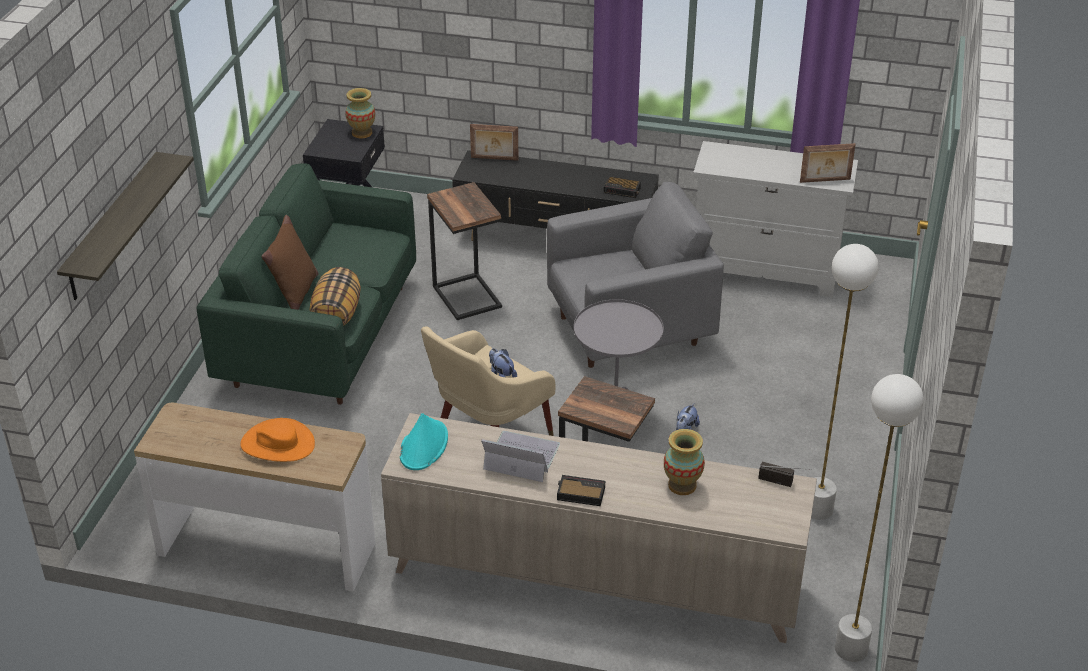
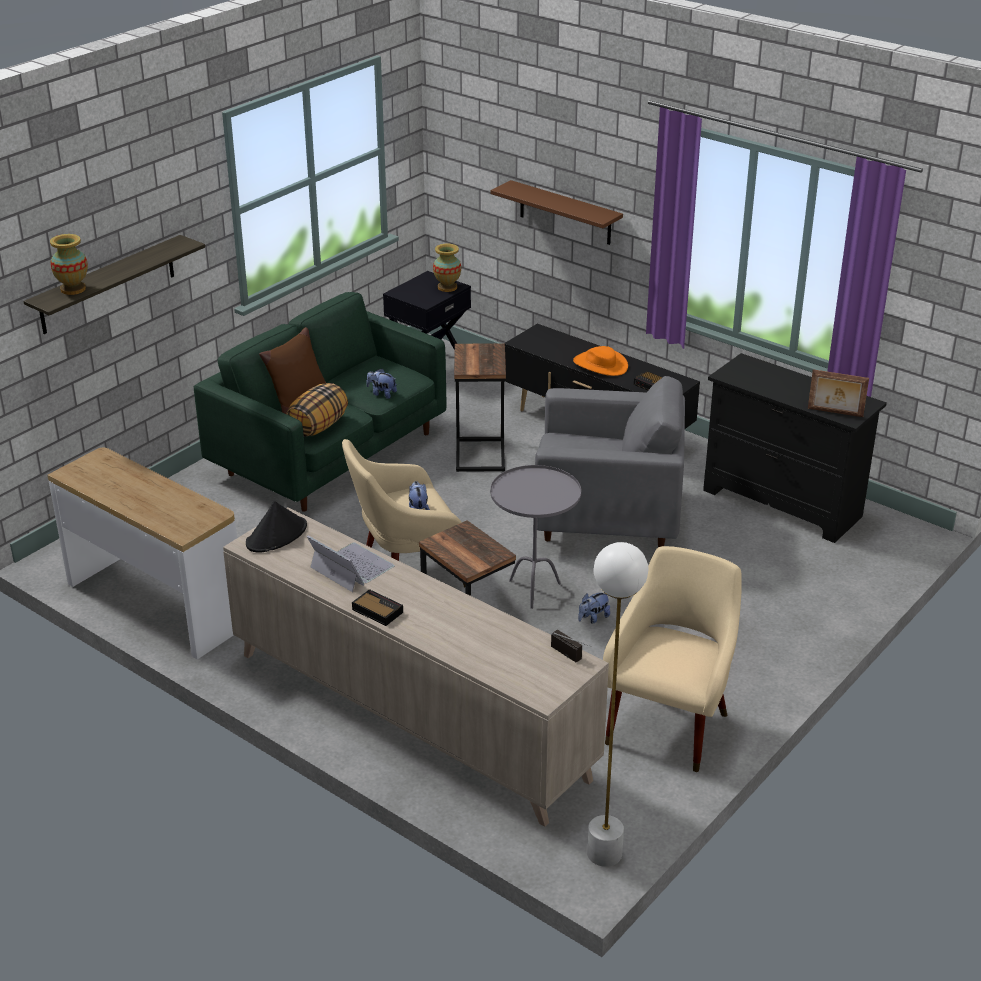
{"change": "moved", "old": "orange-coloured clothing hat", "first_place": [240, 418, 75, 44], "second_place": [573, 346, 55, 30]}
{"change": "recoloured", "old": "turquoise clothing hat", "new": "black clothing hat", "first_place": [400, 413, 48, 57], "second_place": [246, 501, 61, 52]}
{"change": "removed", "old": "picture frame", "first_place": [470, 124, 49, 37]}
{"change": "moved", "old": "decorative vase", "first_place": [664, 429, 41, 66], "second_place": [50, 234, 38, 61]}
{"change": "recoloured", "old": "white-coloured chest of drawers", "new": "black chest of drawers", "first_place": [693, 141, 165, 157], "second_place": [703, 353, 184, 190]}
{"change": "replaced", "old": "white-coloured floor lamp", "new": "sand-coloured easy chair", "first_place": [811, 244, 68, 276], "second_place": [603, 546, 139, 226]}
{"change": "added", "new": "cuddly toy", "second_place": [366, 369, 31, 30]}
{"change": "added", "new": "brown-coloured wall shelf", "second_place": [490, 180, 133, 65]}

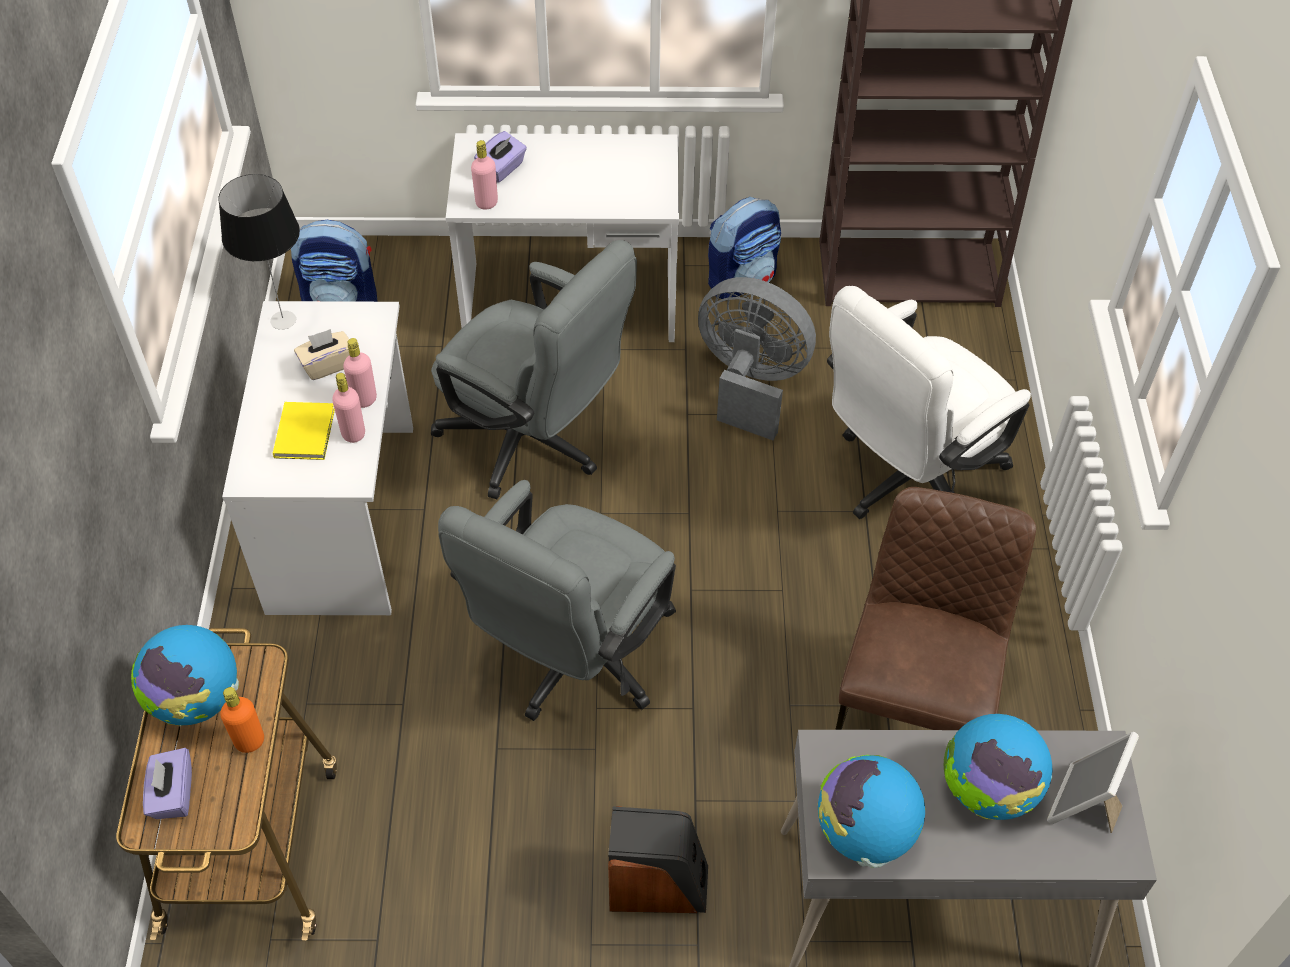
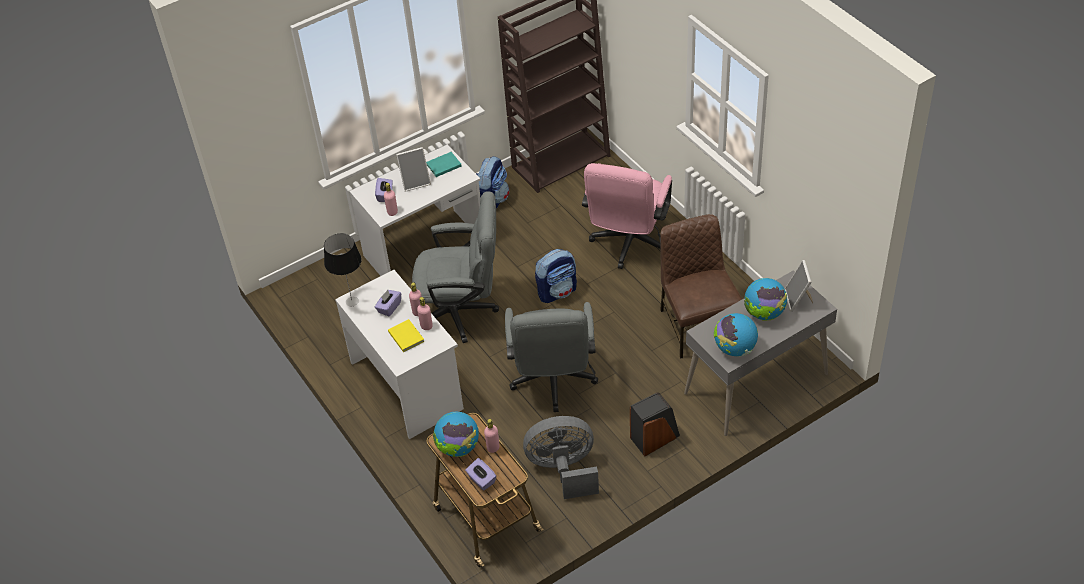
{"change": "recoloured", "old": "orange-coloured beverage bottle", "new": "pink beverage bottle", "first_place": [220, 687, 44, 66], "second_place": [484, 419, 15, 34]}
{"change": "moved", "old": "backpack", "first_place": [291, 220, 86, 82], "second_place": [535, 249, 42, 54]}
{"change": "recoloured", "old": "sand-coloured tissue box", "new": "purple-coloured tissue box", "first_place": [294, 329, 55, 51], "second_place": [375, 290, 26, 27]}
{"change": "moved", "old": "gray fan", "first_place": [698, 277, 118, 164], "second_place": [523, 416, 76, 83]}
{"change": "recoloured", "old": "white-coloured computer chair", "new": "pink computer chair", "first_place": [827, 286, 204, 233], "second_place": [582, 163, 90, 106]}
{"change": "added", "new": "picture frame", "second_place": [396, 147, 35, 45]}
{"change": "added", "new": "turquoise volume", "second_place": [426, 152, 36, 25]}

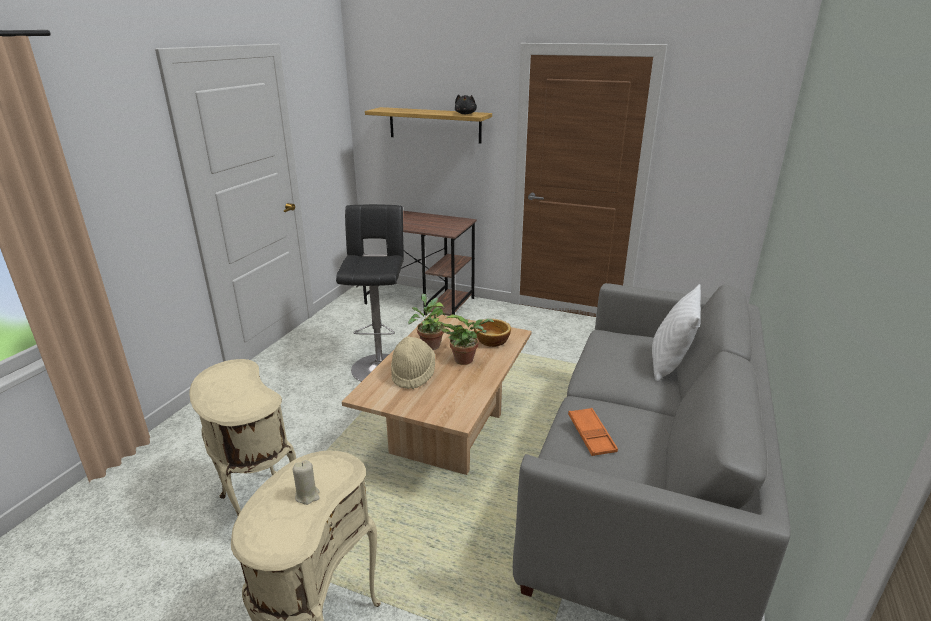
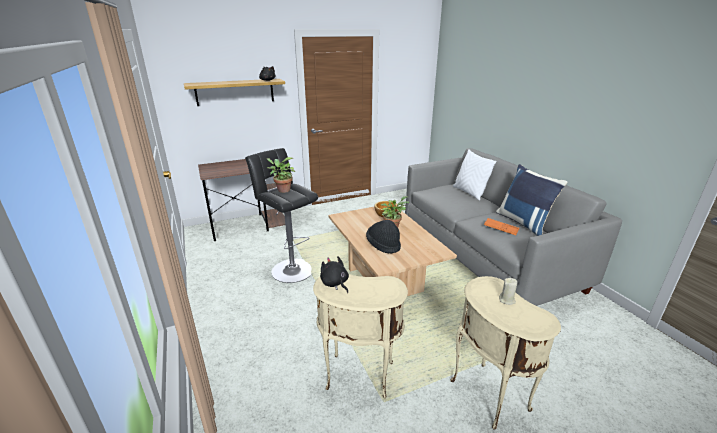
{"change": "recoloured", "old": "sand-coloured clothing hat", "new": "black clothing hat", "first_place": [391, 336, 44, 53], "second_place": [366, 220, 35, 34]}
{"change": "moved", "old": "potted plant", "first_place": [408, 294, 37, 56], "second_place": [266, 157, 29, 36]}
{"change": "added", "new": "black cuddly toy", "second_place": [320, 257, 29, 36]}
{"change": "added", "new": "blue-coloured throw pillow", "second_place": [496, 164, 71, 72]}

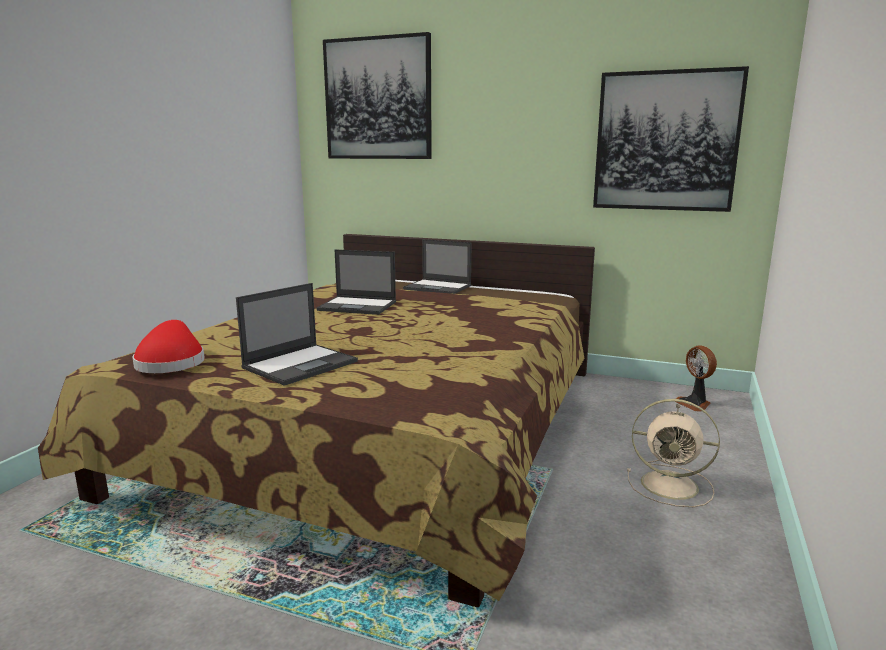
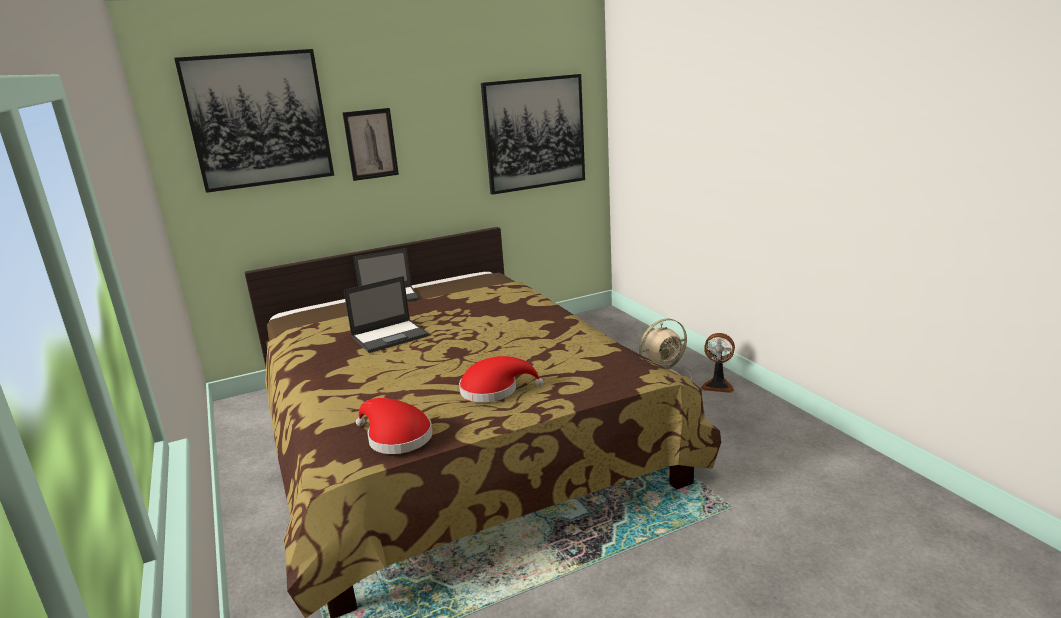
{"change": "replaced", "old": "portable computer", "new": "red clothing hat", "first_place": [236, 283, 122, 103], "second_place": [459, 356, 84, 47]}
{"change": "moved", "old": "fan", "first_place": [676, 345, 41, 67], "second_place": [701, 333, 34, 60]}
{"change": "added", "new": "wall picture", "second_place": [342, 108, 57, 73]}

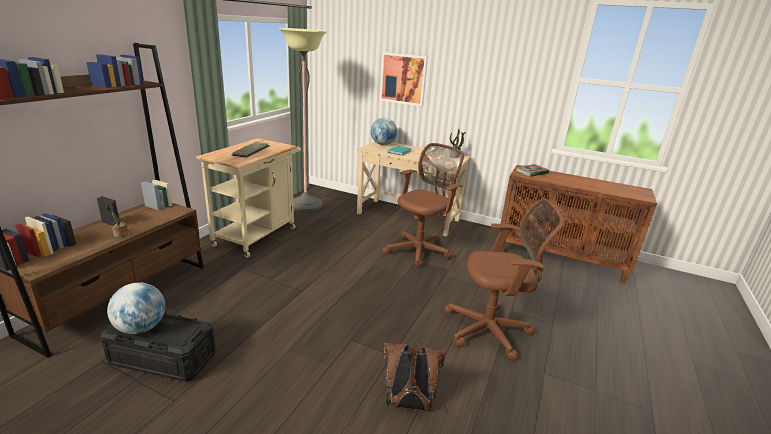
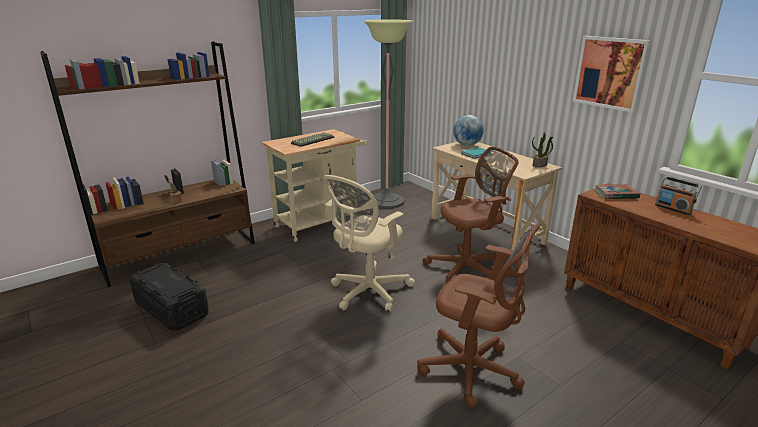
{"change": "removed", "old": "desk globe", "first_place": [107, 282, 58, 52]}
{"change": "moved", "old": "wall picture", "first_place": [380, 52, 48, 54], "second_place": [573, 36, 78, 77]}
{"change": "removed", "old": "brown-coloured backpack", "first_place": [384, 342, 62, 68]}
{"change": "added", "new": "sand-coloured computer chair", "second_place": [323, 175, 92, 137]}
{"change": "added", "new": "radio", "second_place": [655, 176, 47, 39]}

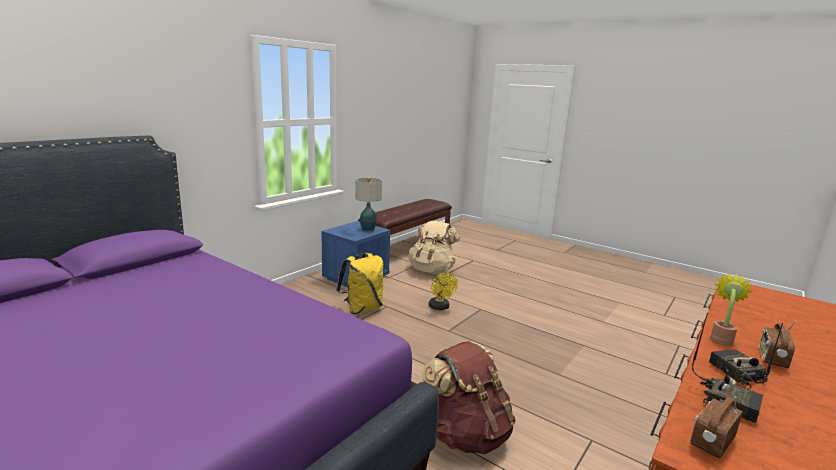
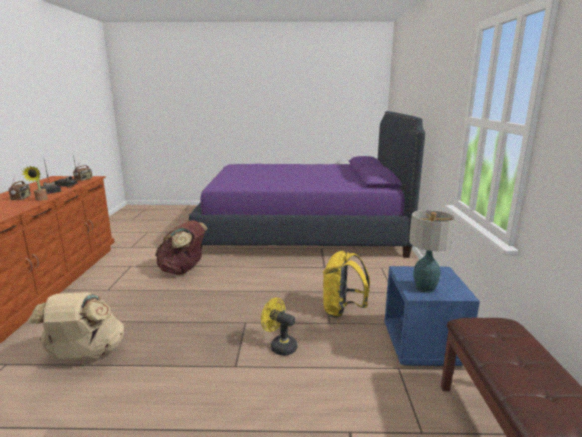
{"change": "moved", "old": "sand-coloured backpack", "first_place": [408, 221, 52, 53], "second_place": [27, 292, 97, 69]}

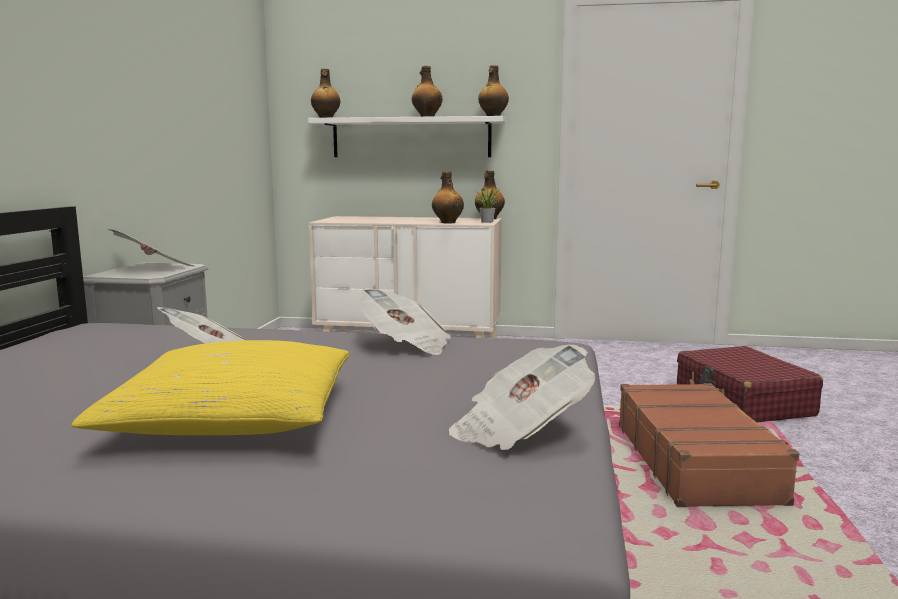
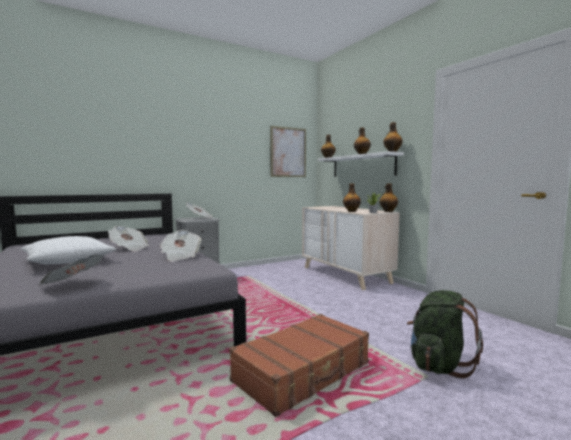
{"change": "recoloured", "old": "yellow-coloured throw pillow", "new": "white-coloured throw pillow", "first_place": [71, 340, 278, 95], "second_place": [21, 236, 95, 28]}
{"change": "replaced", "old": "red piece of luggage", "new": "green backpack", "first_place": [677, 346, 146, 77], "second_place": [407, 290, 76, 88]}
{"change": "added", "new": "wall picture", "second_place": [270, 126, 36, 51]}

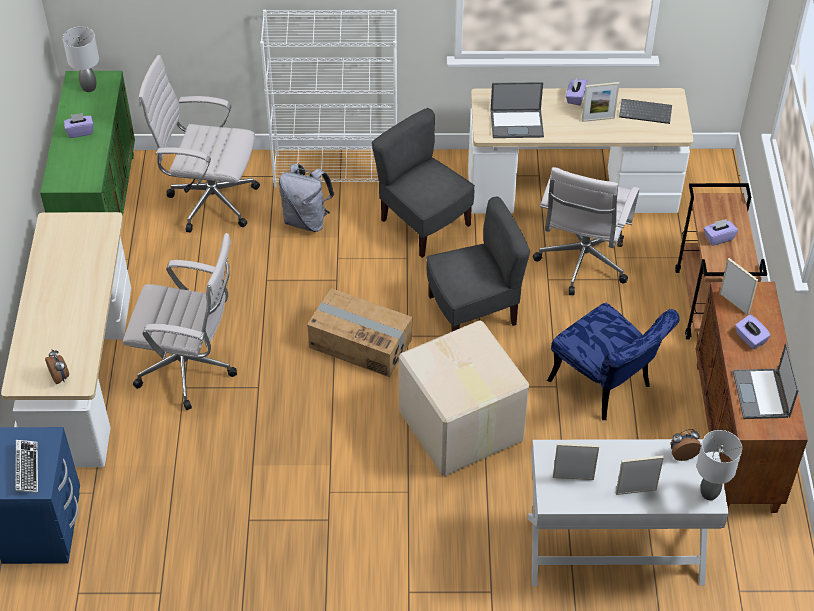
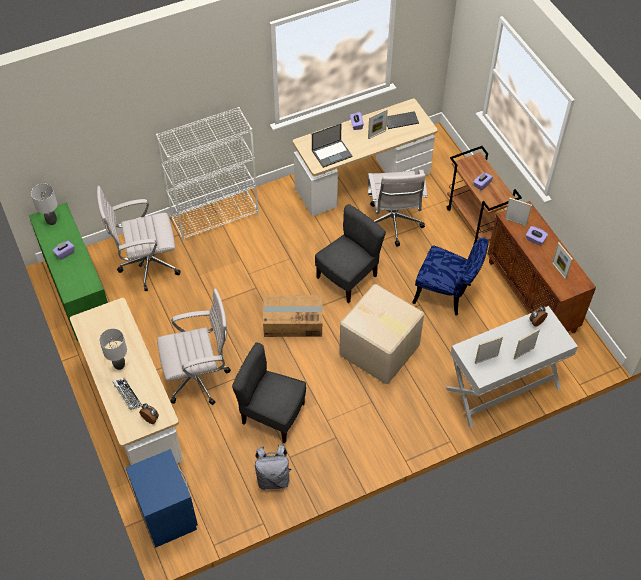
{"change": "moved", "old": "computer keyboard", "first_place": [15, 440, 23, 53], "second_place": [112, 377, 30, 33]}
{"change": "moved", "old": "gray backpack", "first_place": [279, 164, 55, 68], "second_place": [254, 445, 38, 45]}
{"change": "moved", "old": "gray chair", "first_place": [372, 108, 103, 150], "second_place": [232, 342, 74, 101]}
{"change": "moved", "old": "gray table lamp", "first_place": [697, 430, 45, 70], "second_place": [99, 329, 28, 41]}
{"change": "replaced", "old": "portable computer", "new": "picture frame", "first_place": [733, 343, 66, 76], "second_place": [552, 242, 21, 38]}

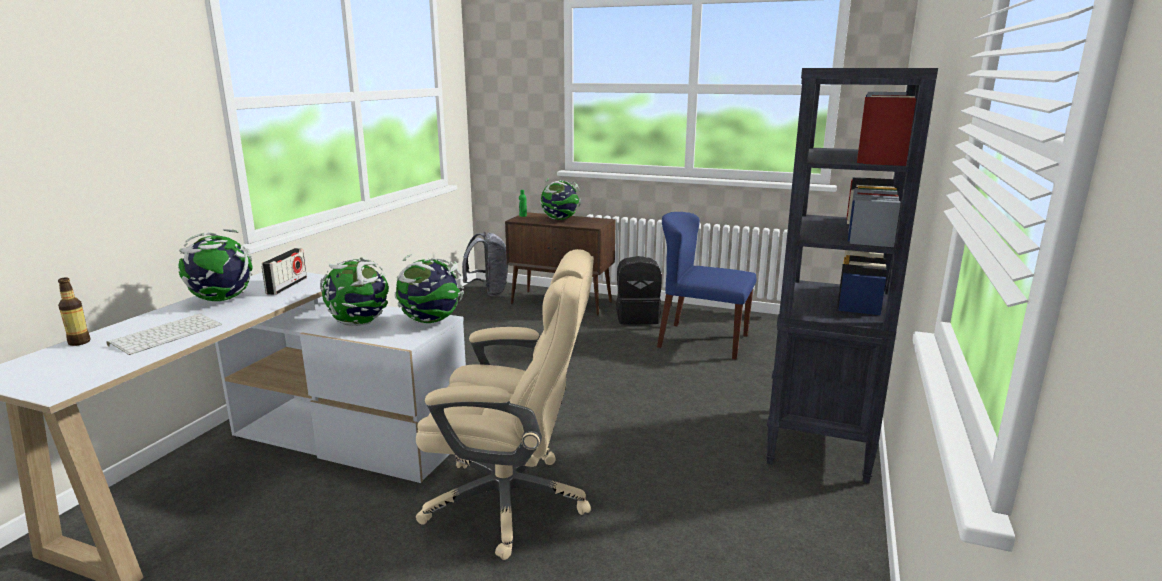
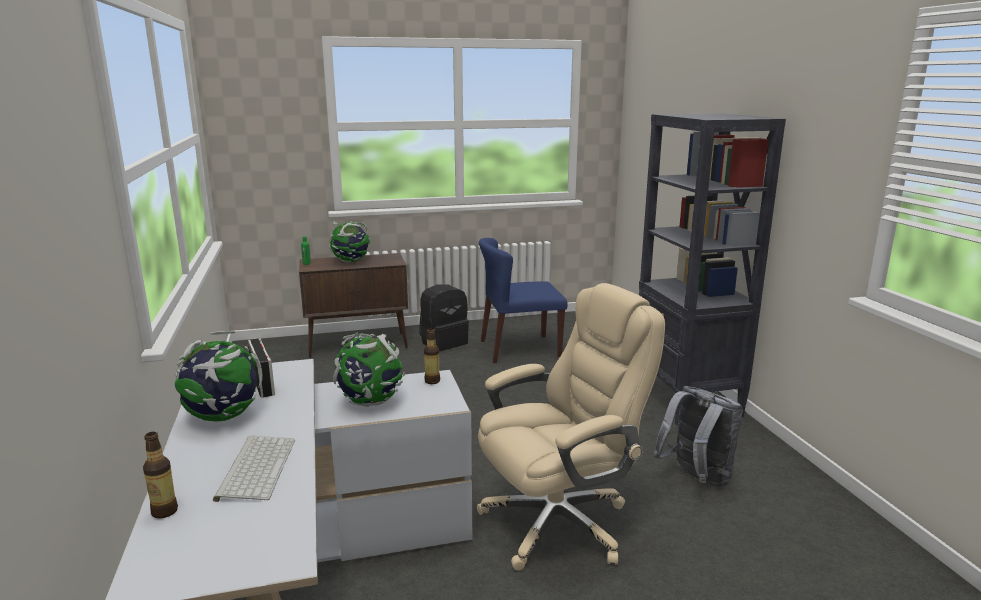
{"change": "replaced", "old": "desk globe", "new": "beverage bottle", "first_place": [394, 254, 70, 69], "second_place": [424, 328, 16, 56]}
{"change": "moved", "old": "gray backpack", "first_place": [462, 232, 46, 64], "second_place": [653, 386, 90, 101]}

